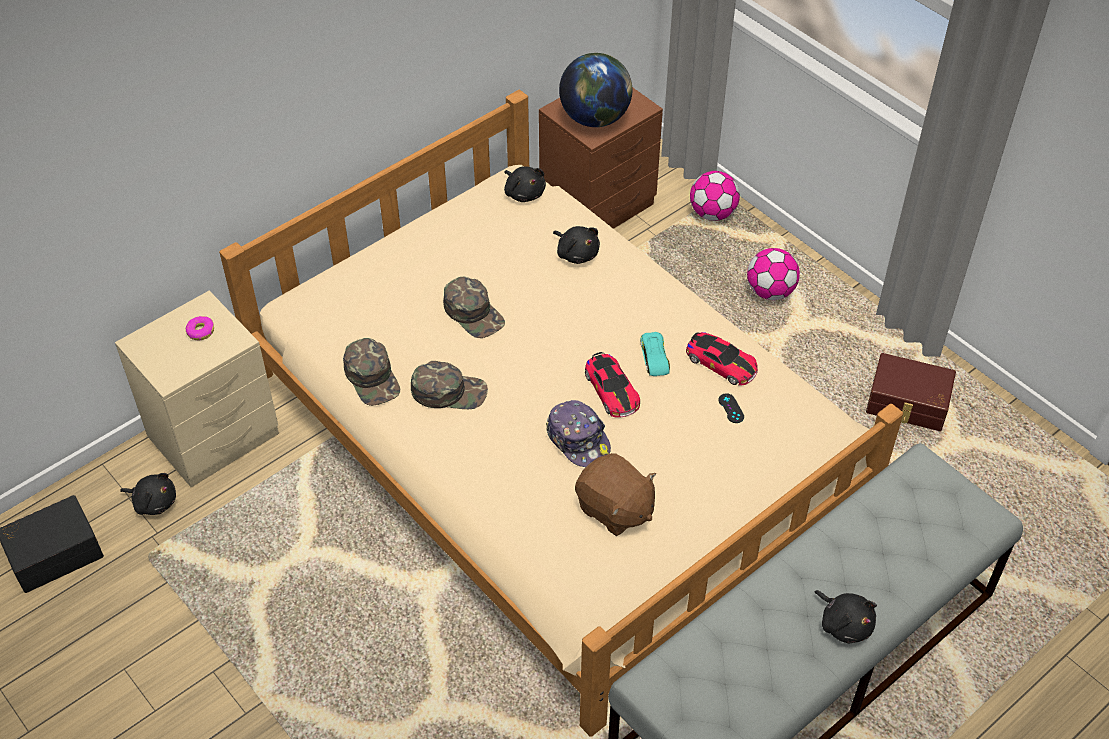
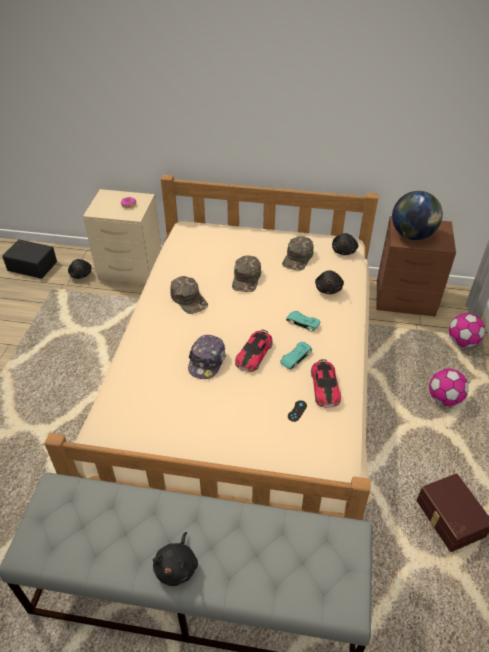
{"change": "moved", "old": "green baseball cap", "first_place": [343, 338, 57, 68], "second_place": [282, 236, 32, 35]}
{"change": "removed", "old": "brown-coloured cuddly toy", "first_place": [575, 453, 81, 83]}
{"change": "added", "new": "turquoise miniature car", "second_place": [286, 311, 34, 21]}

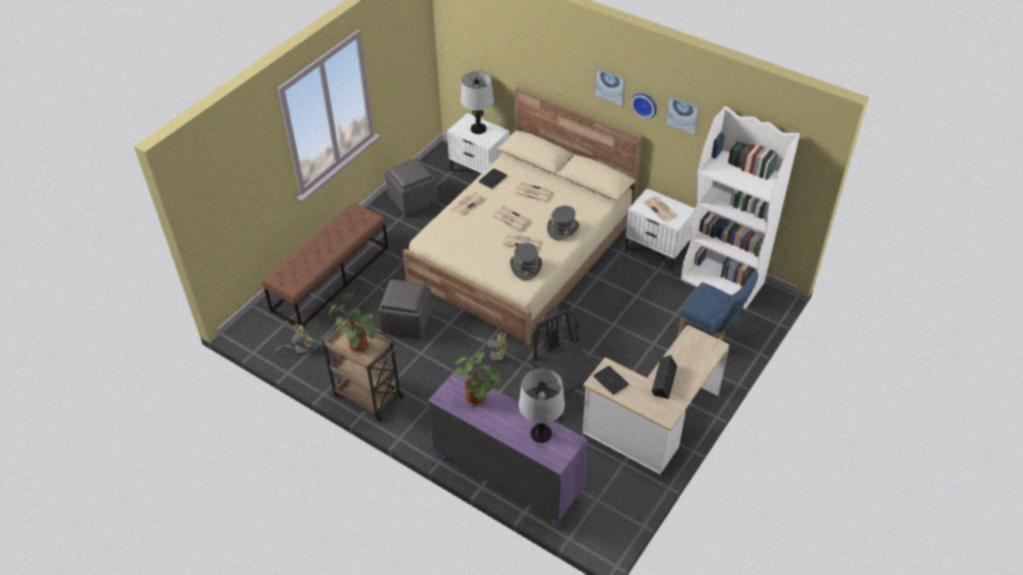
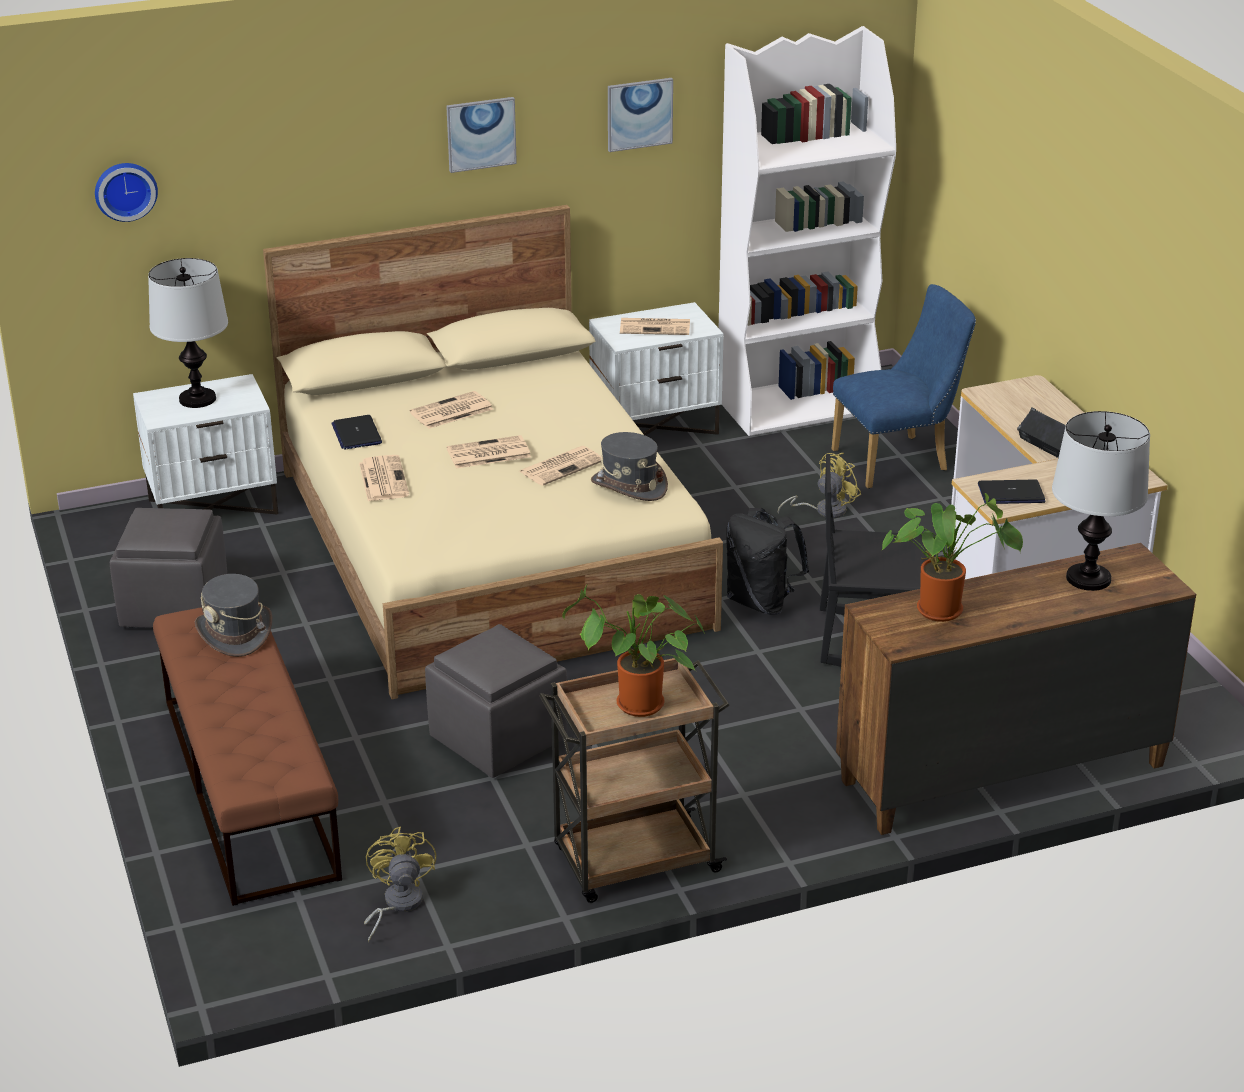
{"change": "recoloured", "old": "purple-coloured chest of drawers", "new": "brown-coloured chest of drawers", "first_place": [428, 371, 160, 157], "second_place": [836, 543, 360, 292]}
{"change": "moved", "old": "yellow-coloured fan", "first_place": [478, 332, 29, 30], "second_place": [778, 453, 83, 65]}
{"change": "moved", "old": "gray clothing hat", "first_place": [547, 206, 33, 34], "second_place": [195, 574, 77, 83]}
{"change": "moved", "old": "wall clock", "first_place": [631, 93, 26, 26], "second_place": [95, 163, 63, 59]}

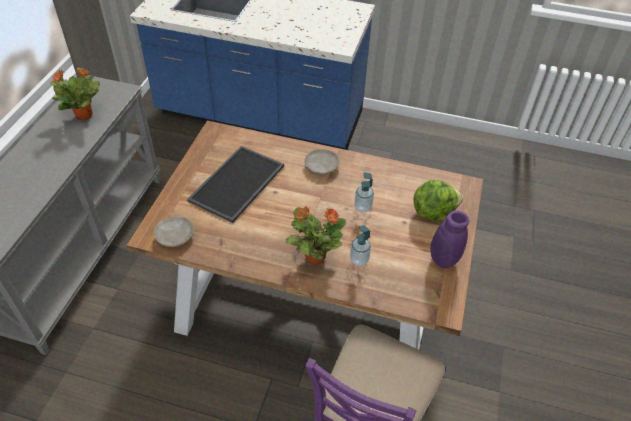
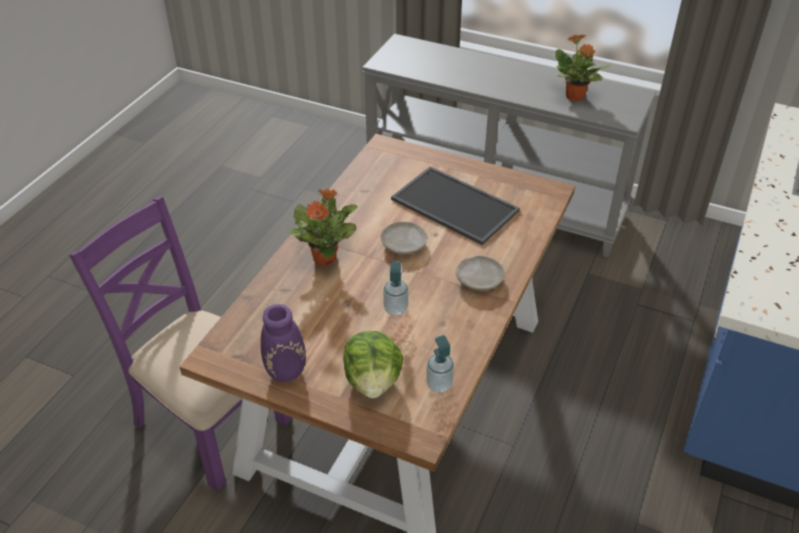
{"change": "moved", "old": "sand-coloured dinner plate", "first_place": [154, 216, 40, 31], "second_place": [381, 222, 47, 33]}
{"change": "moved", "old": "soap dispenser", "first_place": [350, 225, 21, 41], "second_place": [426, 335, 28, 58]}

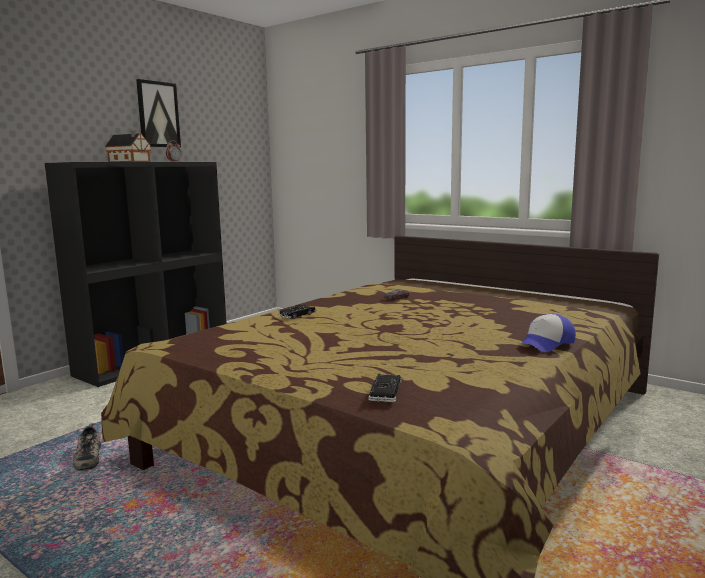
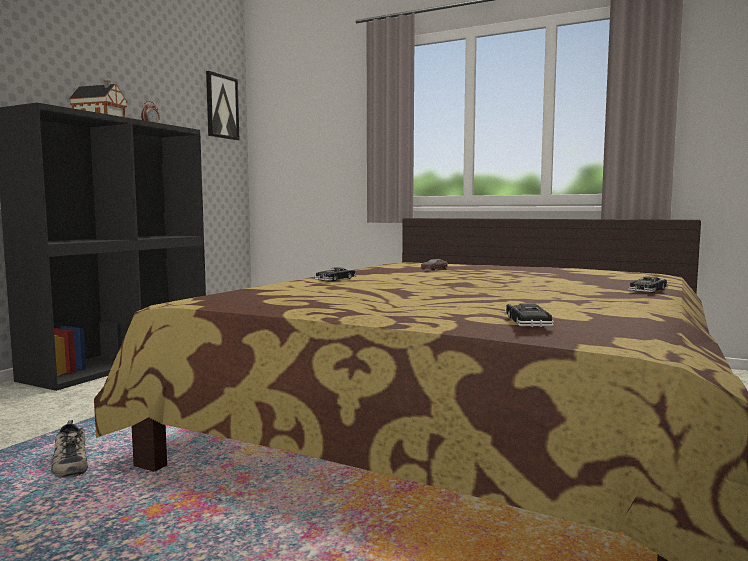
{"change": "moved", "old": "wall picture", "first_place": [136, 79, 45, 68], "second_place": [206, 71, 33, 69]}
{"change": "replaced", "old": "baseball cap", "new": "black miniature car", "first_place": [518, 314, 58, 38], "second_place": [628, 276, 40, 17]}

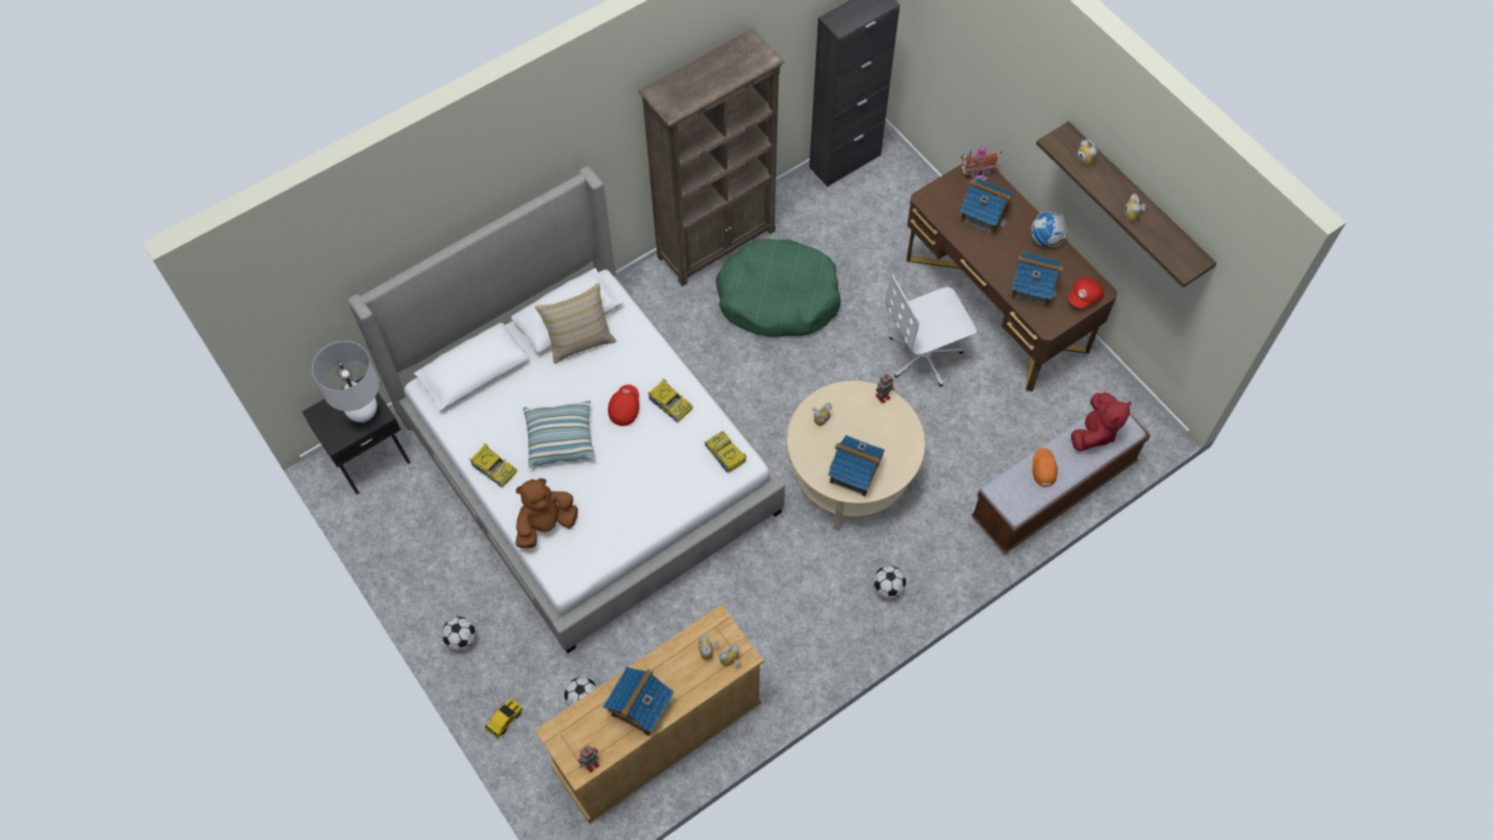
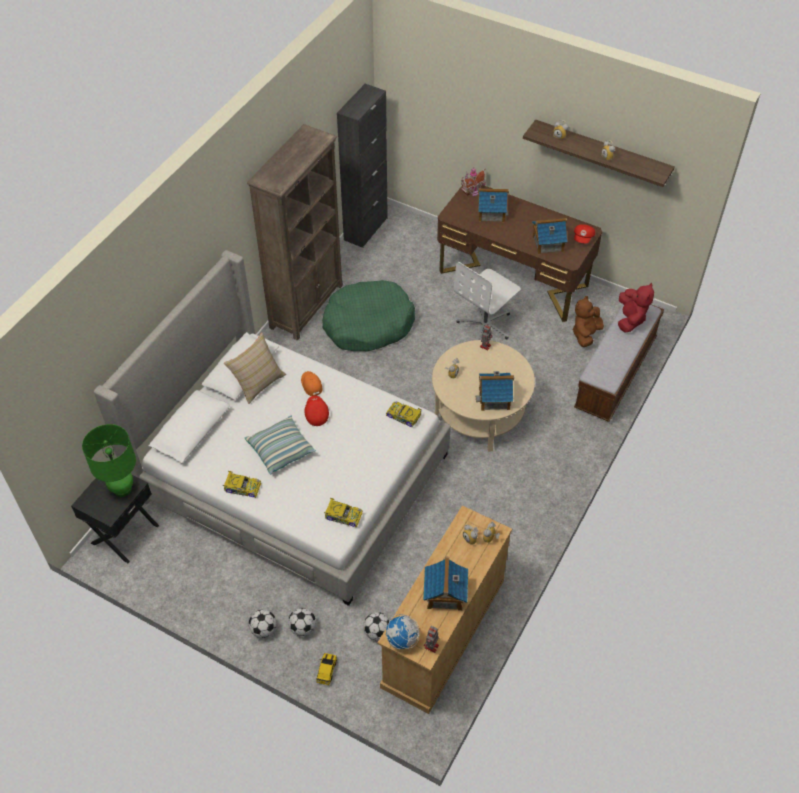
{"change": "recoloured", "old": "white-coloured table lamp", "new": "green table lamp", "first_place": [312, 341, 67, 84], "second_place": [82, 424, 54, 73]}
{"change": "moved", "old": "brown-coloured cuddly toy", "first_place": [515, 478, 63, 70], "second_place": [573, 296, 31, 51]}
{"change": "moved", "old": "miniature car", "first_place": [648, 378, 45, 45], "second_place": [324, 498, 38, 29]}
{"change": "moved", "old": "ball for football", "first_place": [873, 566, 33, 33], "second_place": [288, 608, 28, 28]}
{"change": "moved", "old": "desk globe", "first_place": [1031, 211, 36, 36], "second_place": [386, 614, 33, 35]}
{"change": "moved", "old": "orange-coloured baseball cap", "first_place": [1032, 448, 26, 39], "second_place": [301, 371, 22, 25]}

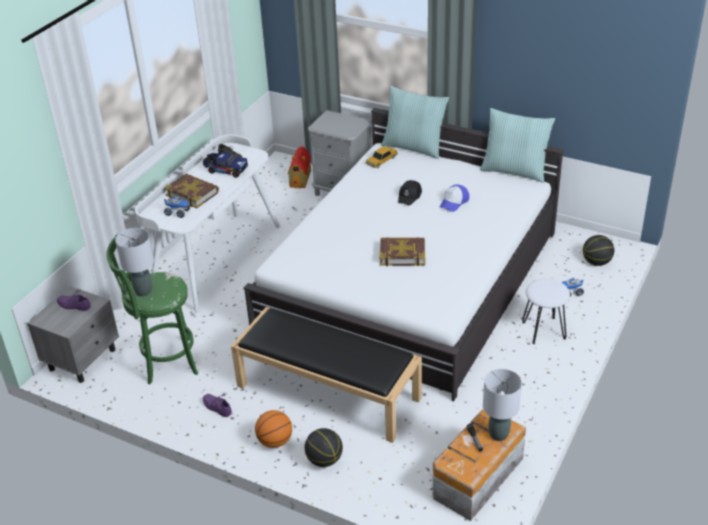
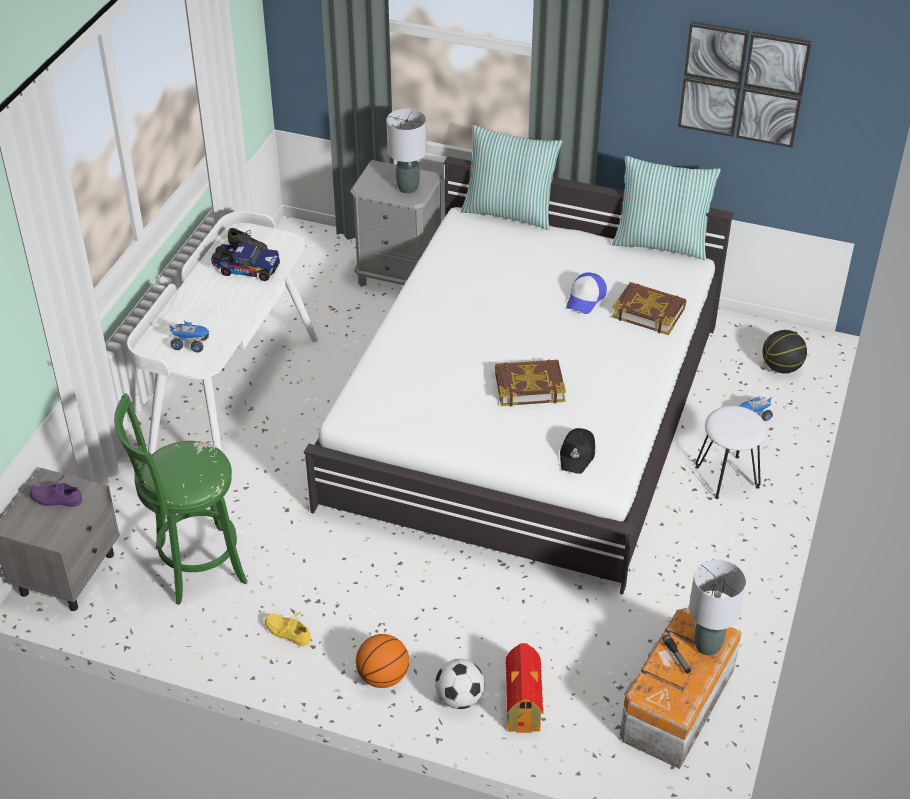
{"change": "moved", "old": "gray table lamp", "first_place": [115, 228, 39, 69], "second_place": [386, 109, 41, 84]}
{"change": "moved", "old": "volume", "first_place": [164, 174, 55, 34], "second_place": [612, 282, 75, 53]}
{"change": "recoloured", "old": "purple-coloured shoe", "new": "yellow-coloured shoe", "first_place": [203, 393, 29, 24], "second_place": [264, 611, 47, 35]}
{"change": "removed", "old": "black indoor bench", "first_place": [231, 307, 191, 136]}
{"change": "moved", "old": "toy house", "first_place": [288, 146, 23, 42], "second_place": [506, 643, 37, 90]}
{"change": "replaced", "old": "basketball ball", "new": "ball for football", "first_place": [305, 428, 38, 39], "second_place": [435, 659, 50, 50]}
{"change": "removed", "old": "miniature car", "first_place": [366, 146, 32, 22]}
{"change": "moved", "old": "black baseball cap", "first_place": [398, 180, 24, 25], "second_place": [560, 428, 35, 46]}
{"change": "added", "new": "wall picture", "second_place": [678, 21, 134, 127]}

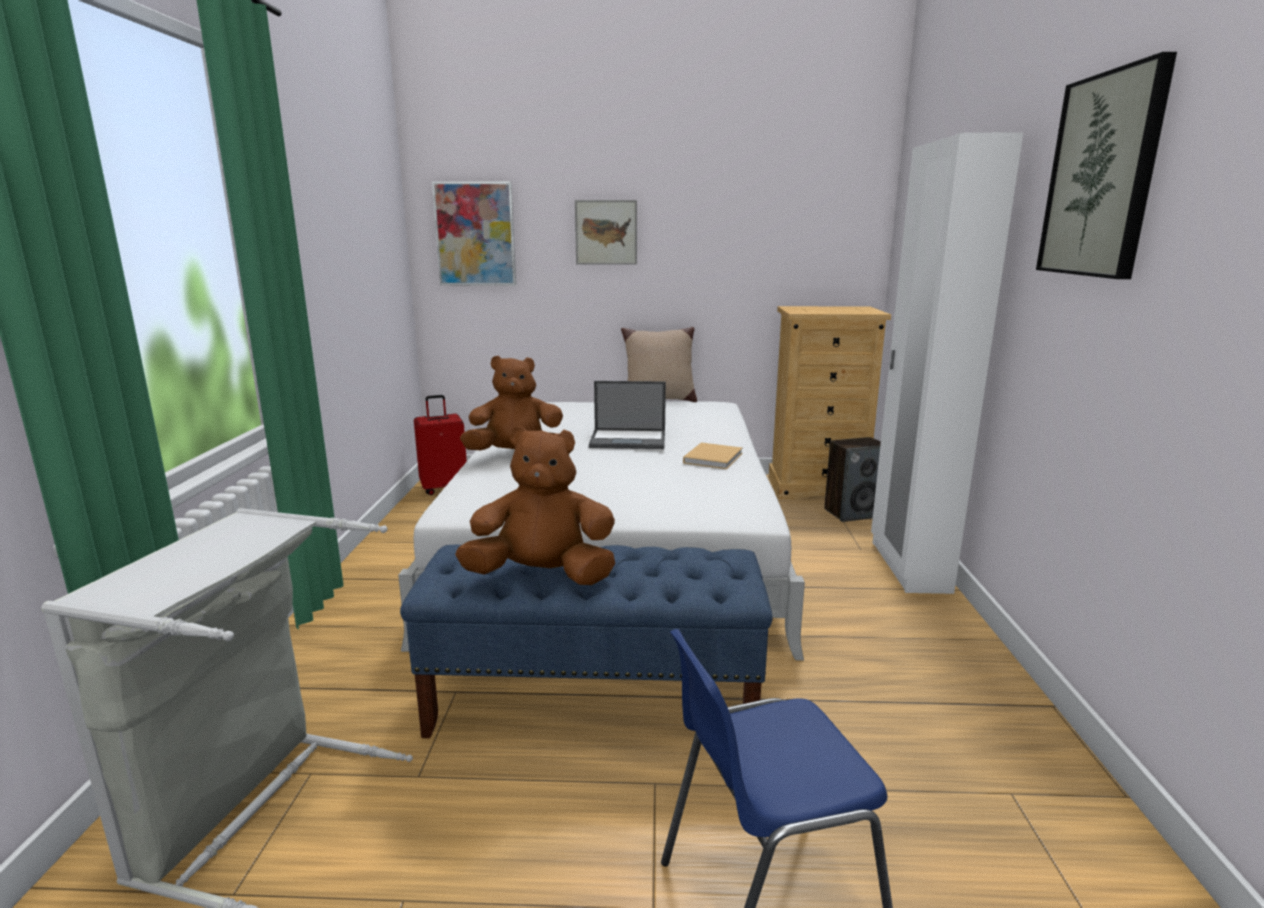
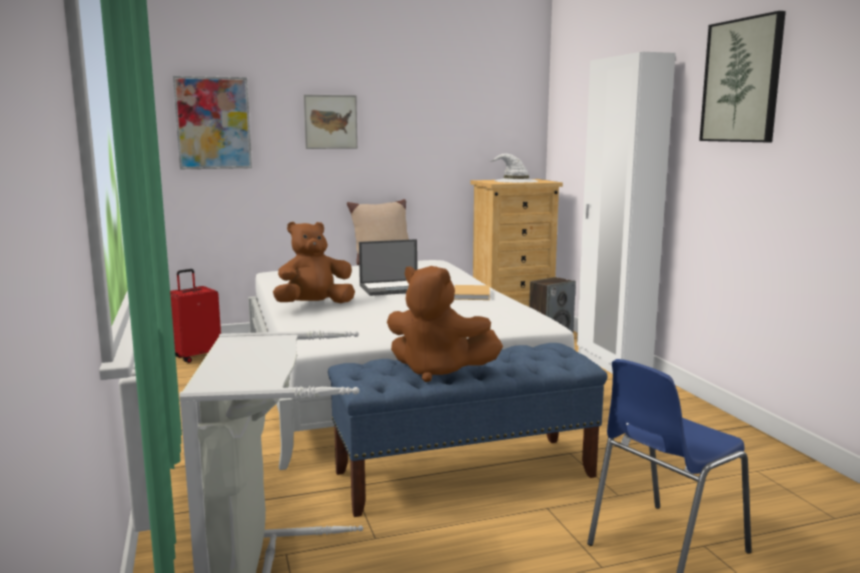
{"change": "turned", "old": "brown-coloured cuddly toy", "first_place": [455, 426, 160, 159], "second_place": [387, 266, 116, 116], "degrees": -135}
{"change": "added", "new": "white-coloured clothing hat", "second_place": [488, 153, 50, 30]}

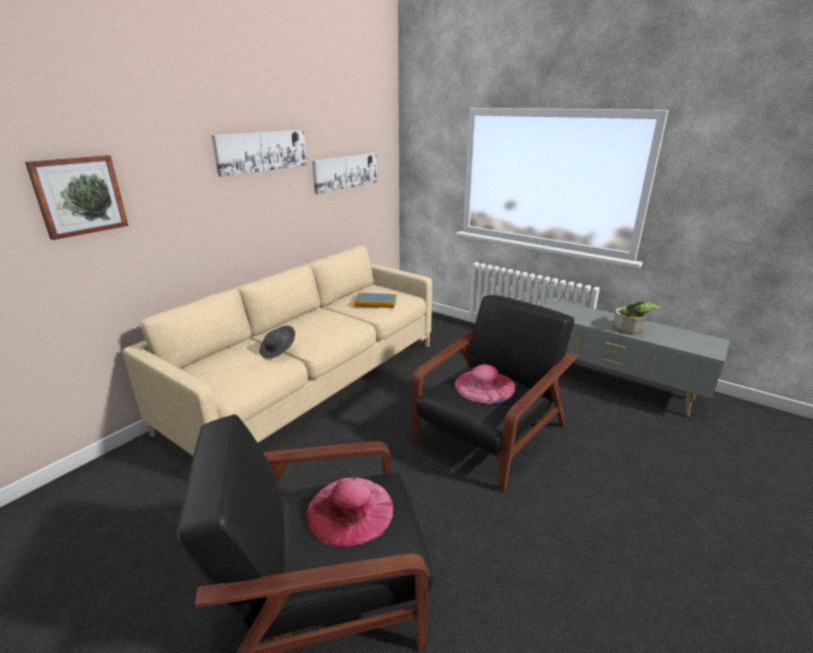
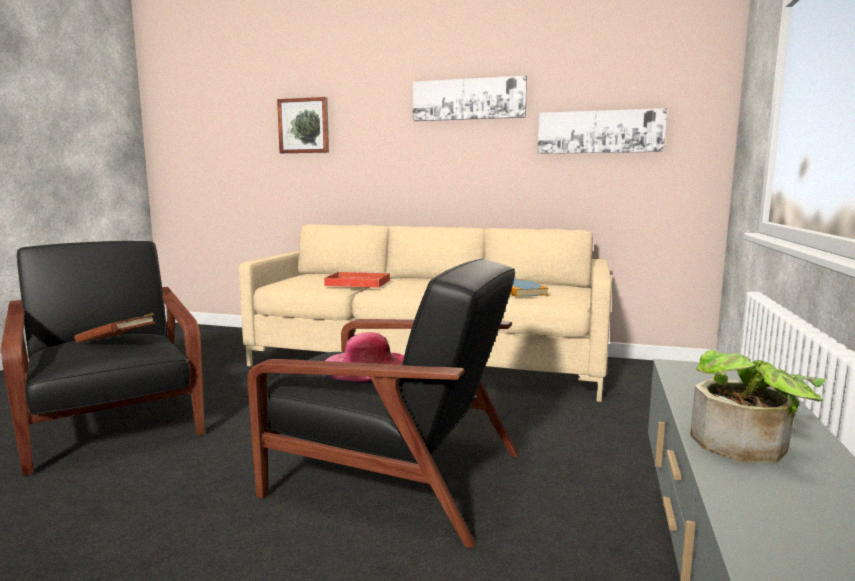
{"change": "replaced", "old": "gray clothing hat", "new": "red tray", "first_place": [259, 326, 36, 33], "second_place": [324, 271, 66, 17]}
{"change": "replaced", "old": "pink clothing hat", "new": "brown-coloured volume", "first_place": [306, 477, 87, 71], "second_place": [74, 313, 81, 30]}

